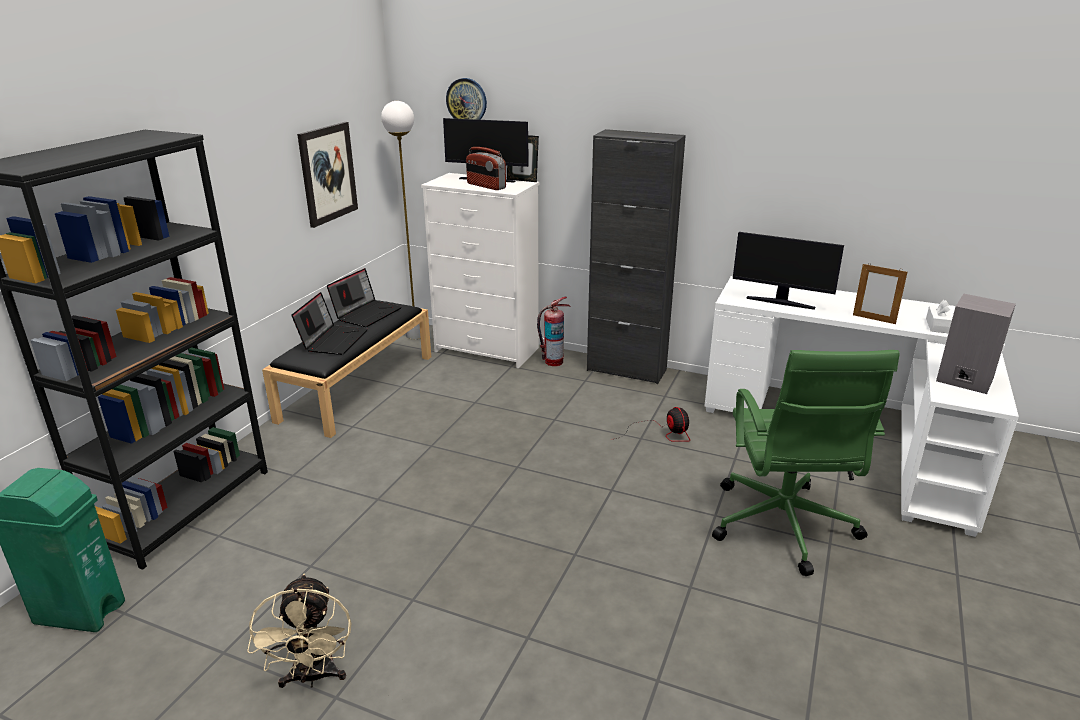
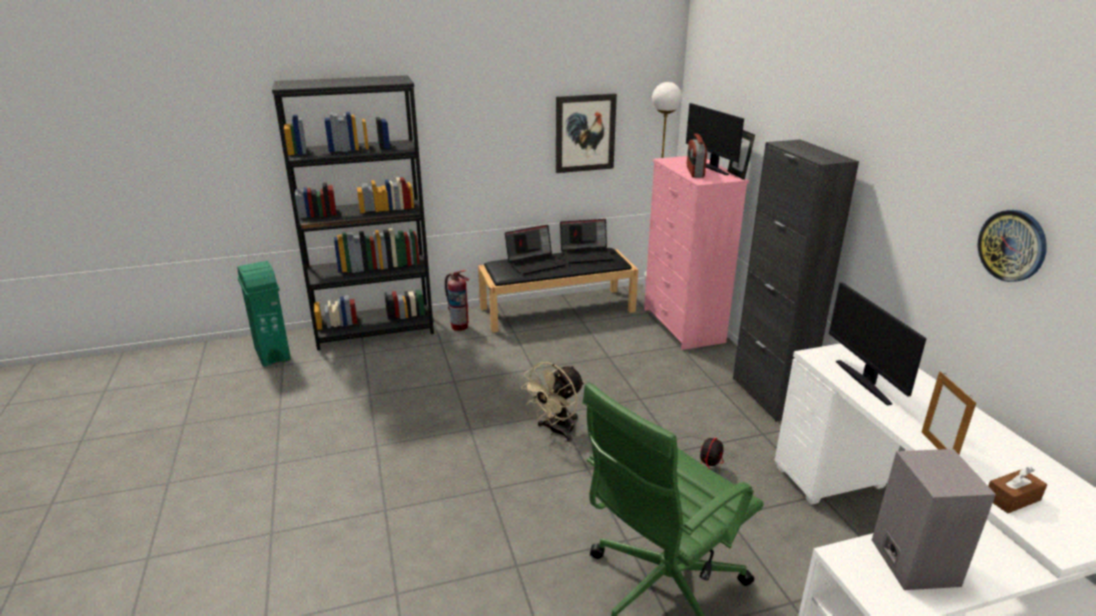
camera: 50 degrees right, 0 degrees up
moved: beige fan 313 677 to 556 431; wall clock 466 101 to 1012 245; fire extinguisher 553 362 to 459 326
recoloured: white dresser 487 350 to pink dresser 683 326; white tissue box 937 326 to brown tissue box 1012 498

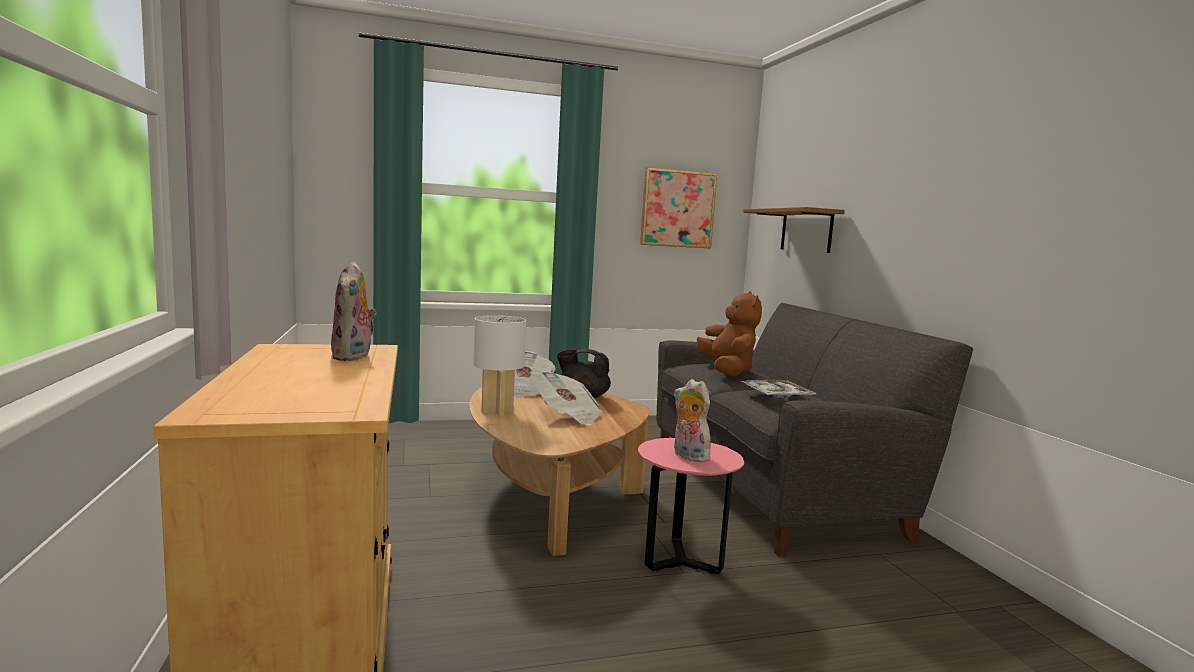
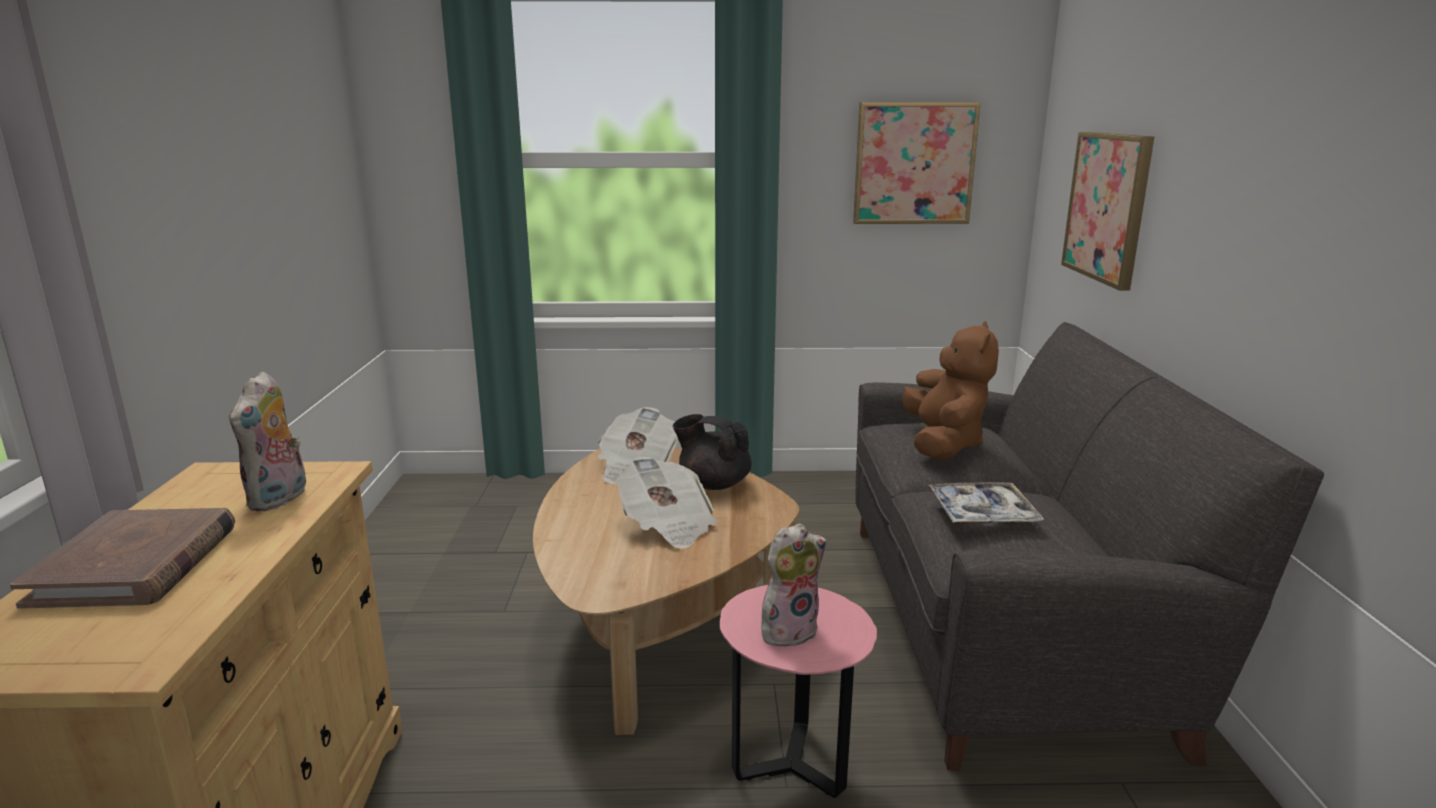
camera: 15 degrees right, 10 degrees up
removed: white table lamp 497 411
added: brown book 136 565
replaced: shelf 806 231 to picture 1108 207
turned: plush toy 688 456 = 789 630 90 degrees clockwise

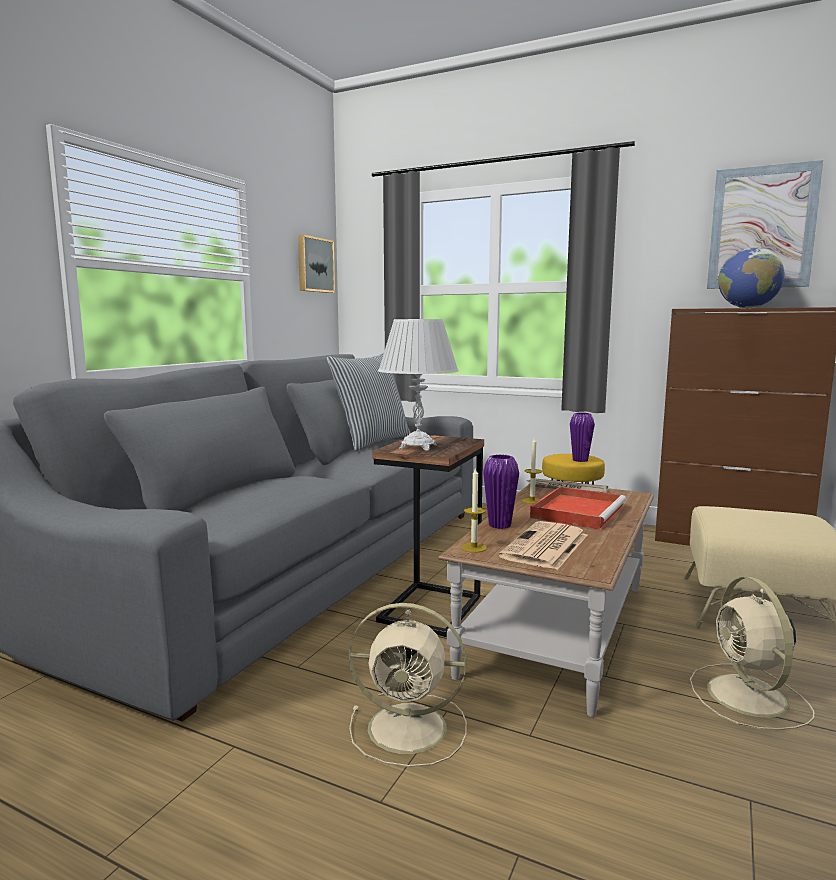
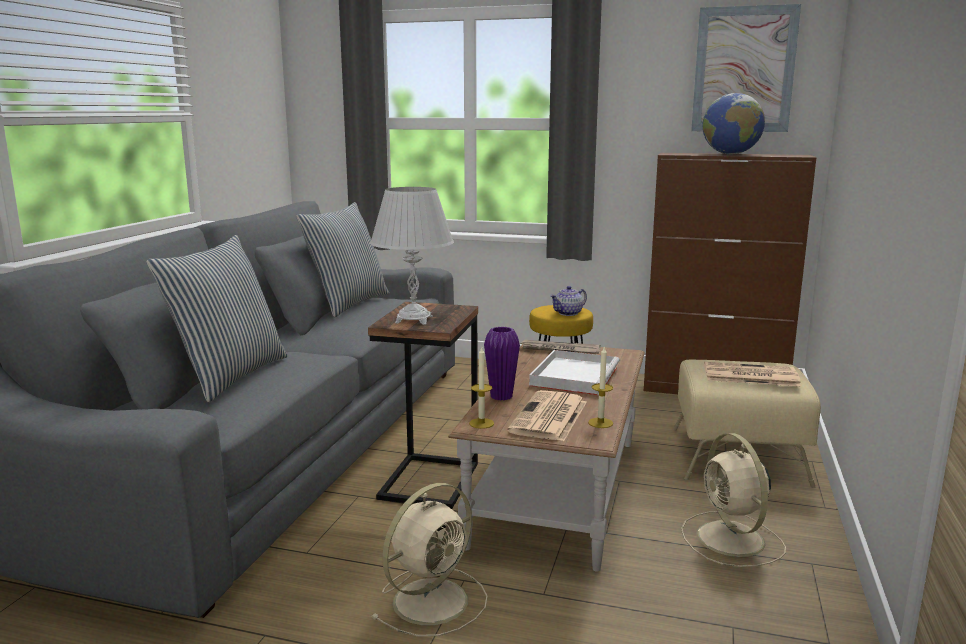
camera: 10 degrees left, 5 degrees up
removed: picture 314 265
added: pillow 229 376; newspaper 749 375
moved: candle 532 501 to 600 423
replaced: purple vase 580 460 to teapot 568 313
recoloured: red tray 578 511 to white tray 574 376
turned: beige fan 411 728 = 433 599 45 degrees counterclockwise

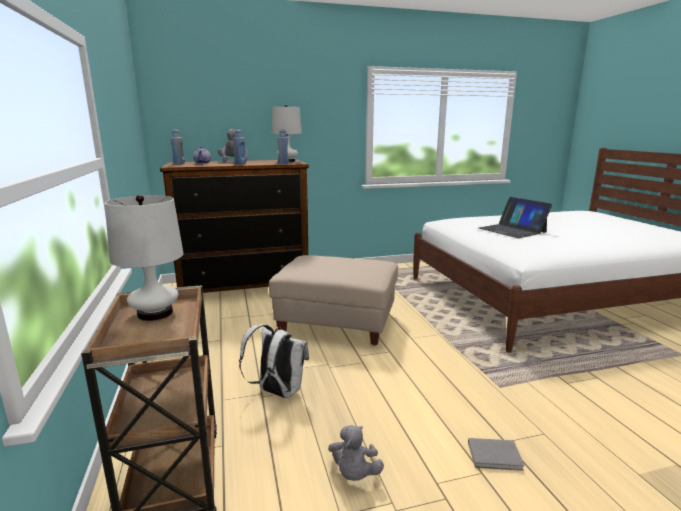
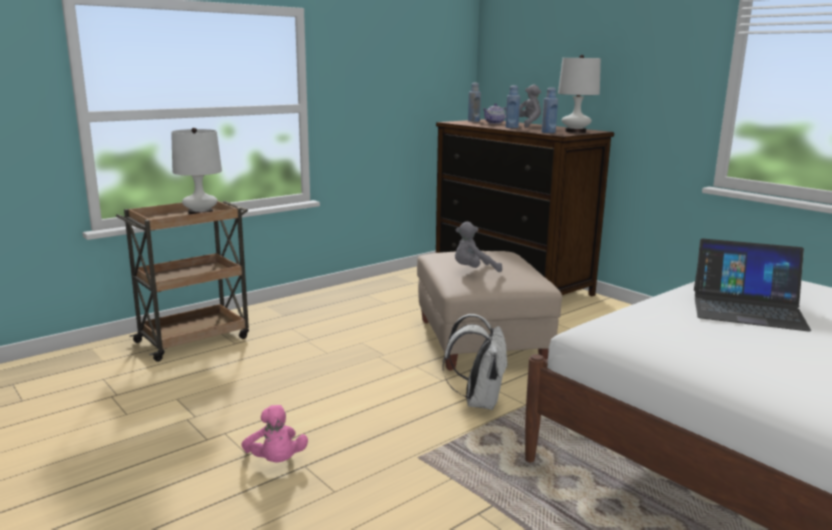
camera: 65 degrees right, 0 degrees up
moved: white backpack 277 392 to 478 401; grey plush toy 354 473 to 474 270
replaced: grey book 496 456 to pink plush toy 276 461
turned: laptop 512 230 = 747 309 105 degrees counterclockwise

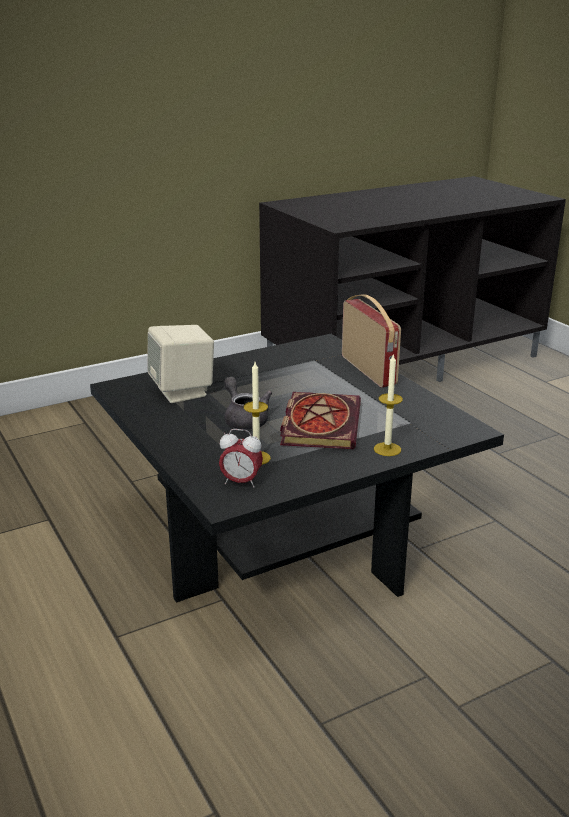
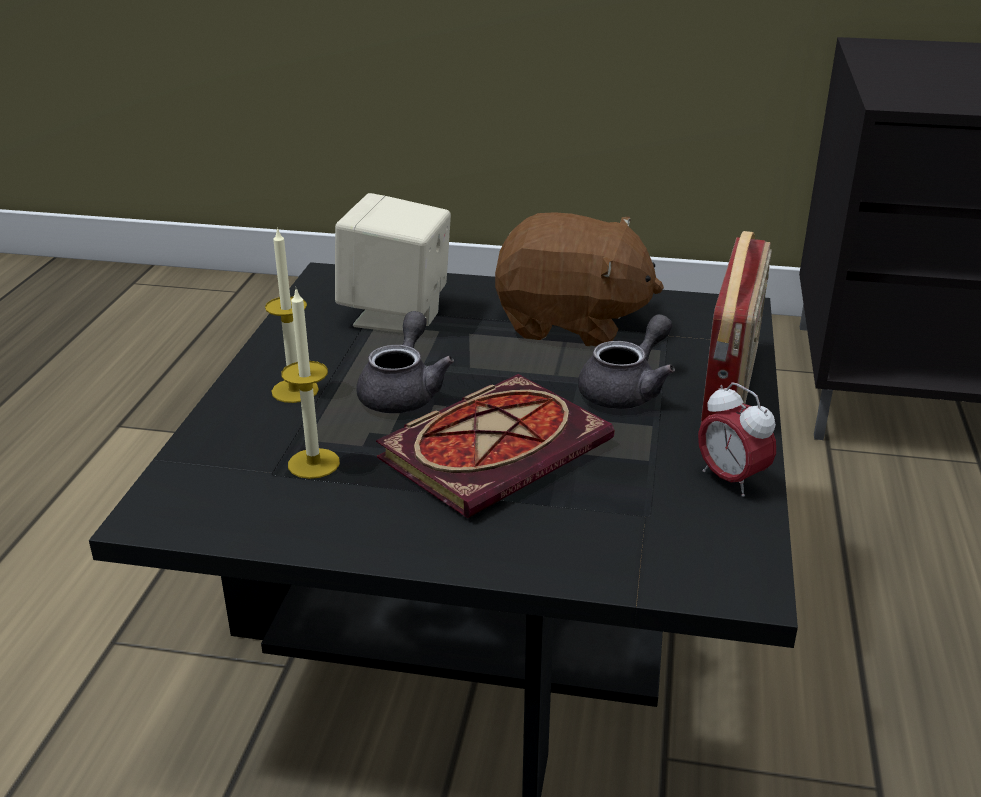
camera: 40 degrees right, 5 degrees up
added: brown plush toy 571 324; grey teapot 627 390
moved: alarm clock 241 482 to 730 479; candle 387 449 to 295 390

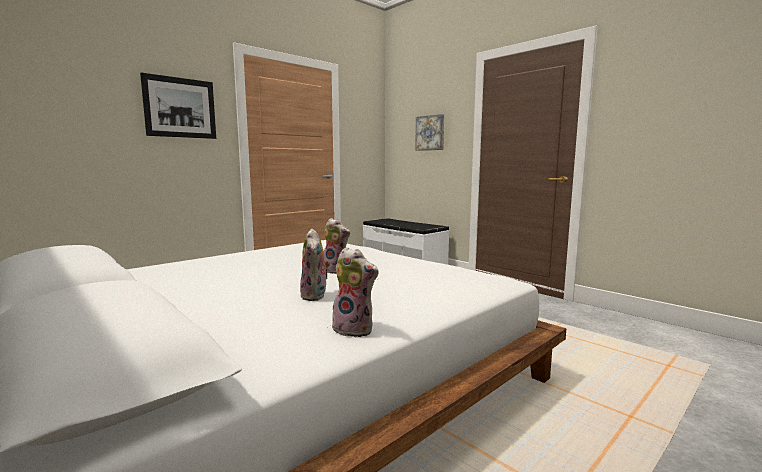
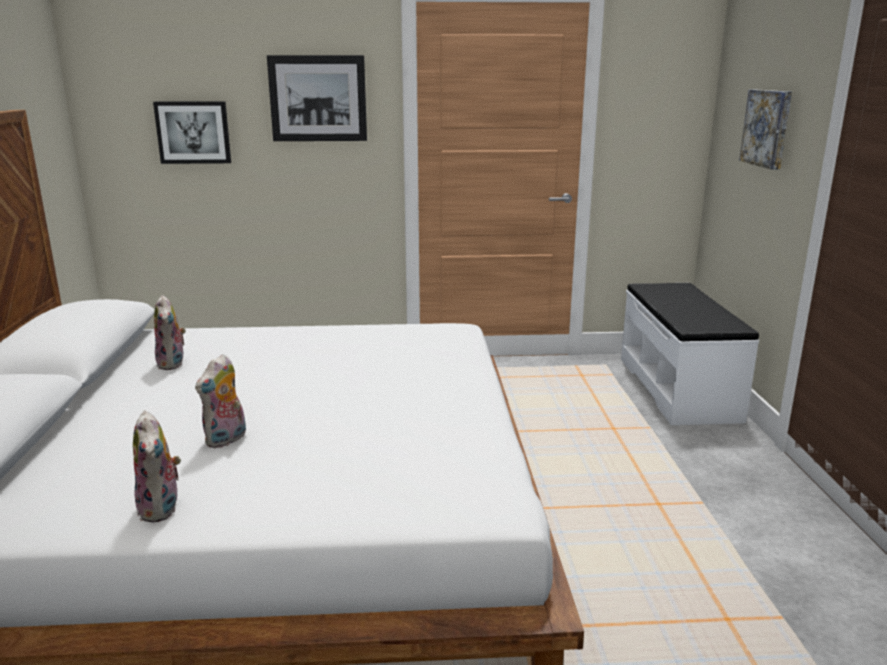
camera: 40 degrees right, 10 degrees up
added: picture 193 132
moved: plush toy 336 271 to 173 364

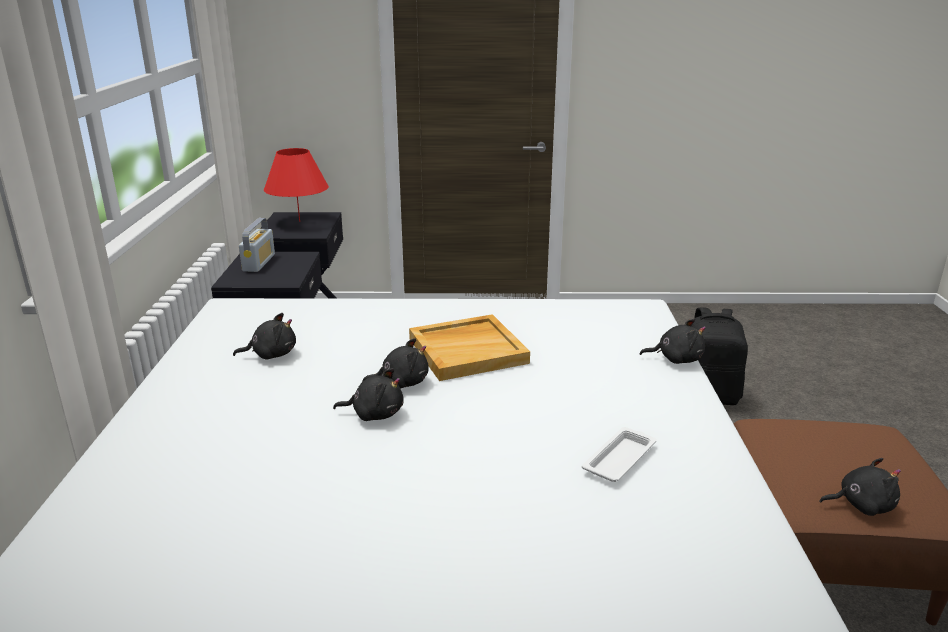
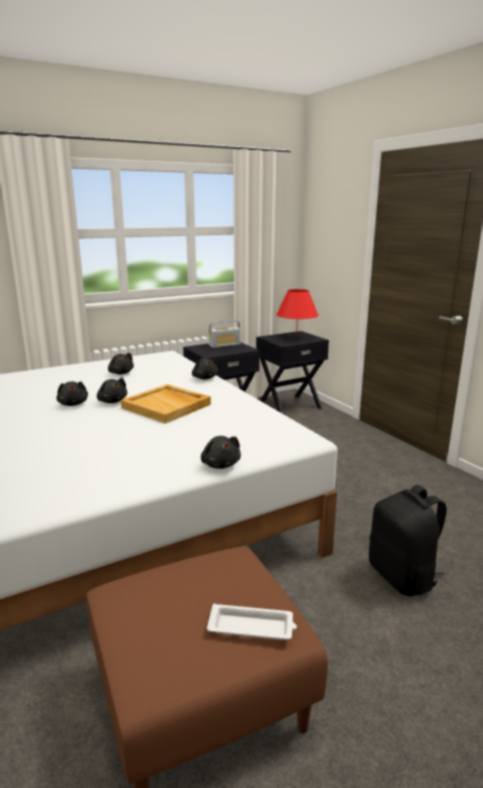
camera: 60 degrees right, 5 degrees down
moved: white tray 620 459 to 252 627; black plush toy 861 505 to 204 378

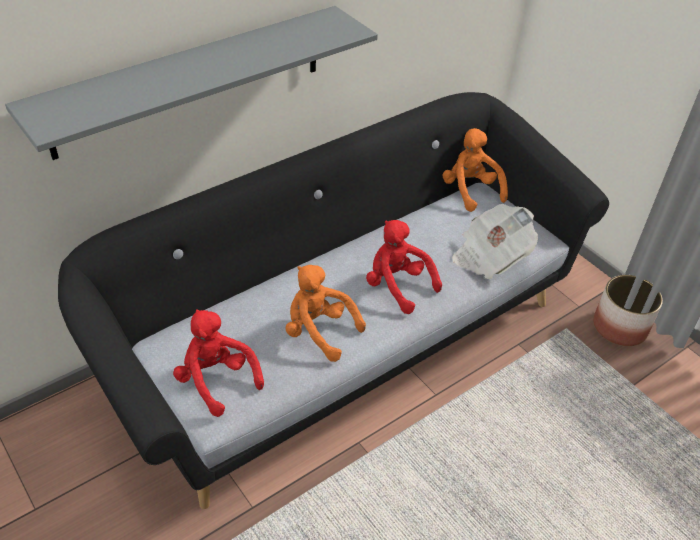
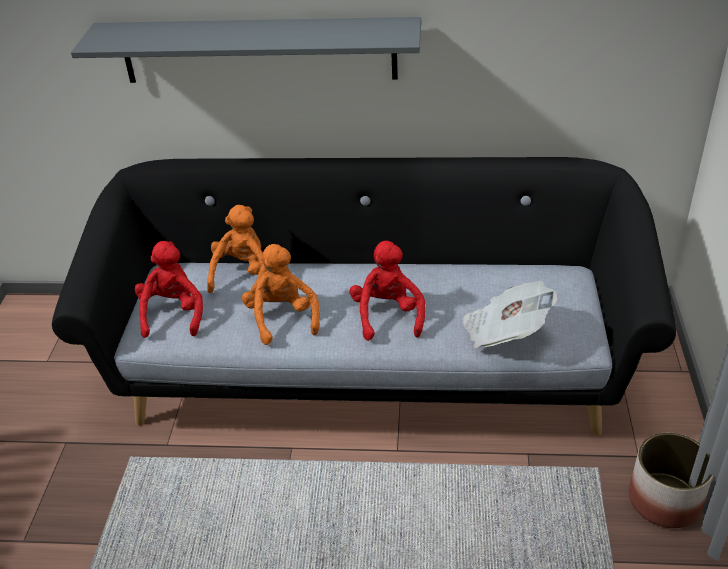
camera: 45 degrees right, 5 degrees down
moved: orange plush toy 470 191 to 242 276

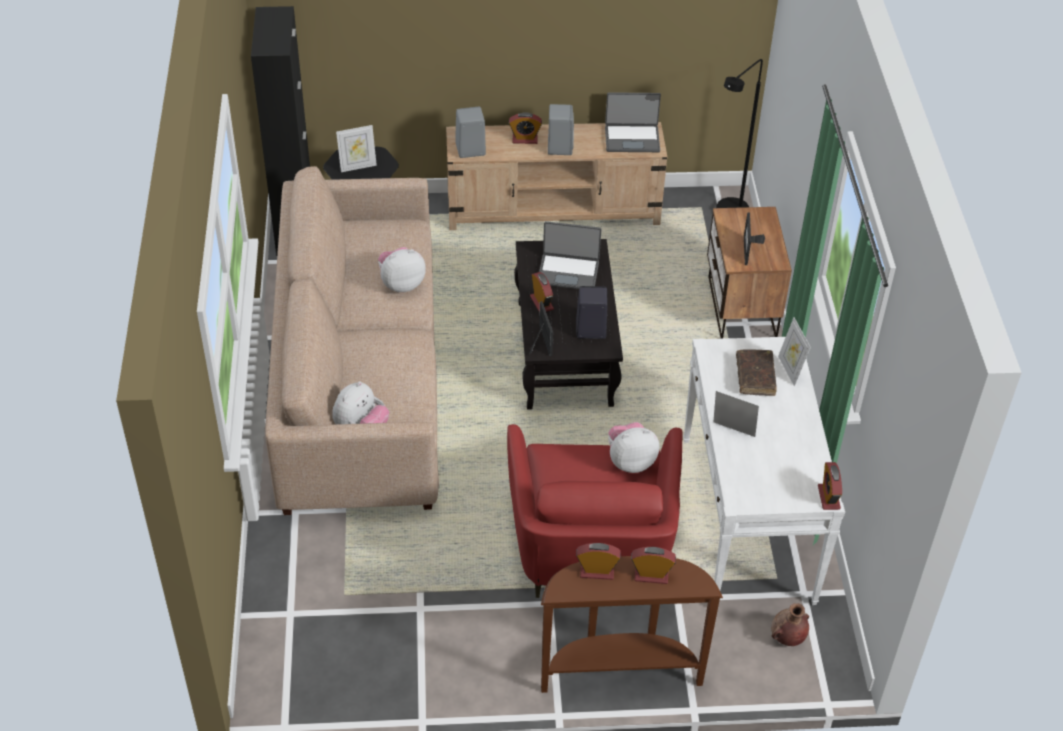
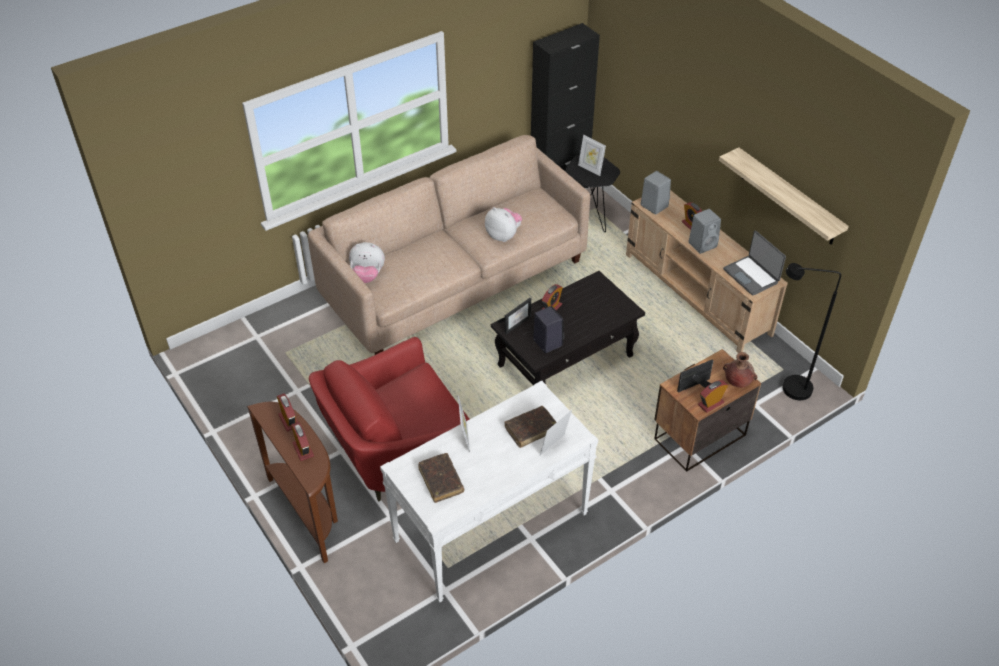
camera: 60 degrees right, 0 degrees up
removed: laptop 568 272; plush toy 630 461
added: brown book 441 481; shelf 788 197
moved: brown vase 787 637 to 737 382; alarm clock 828 497 to 711 404

